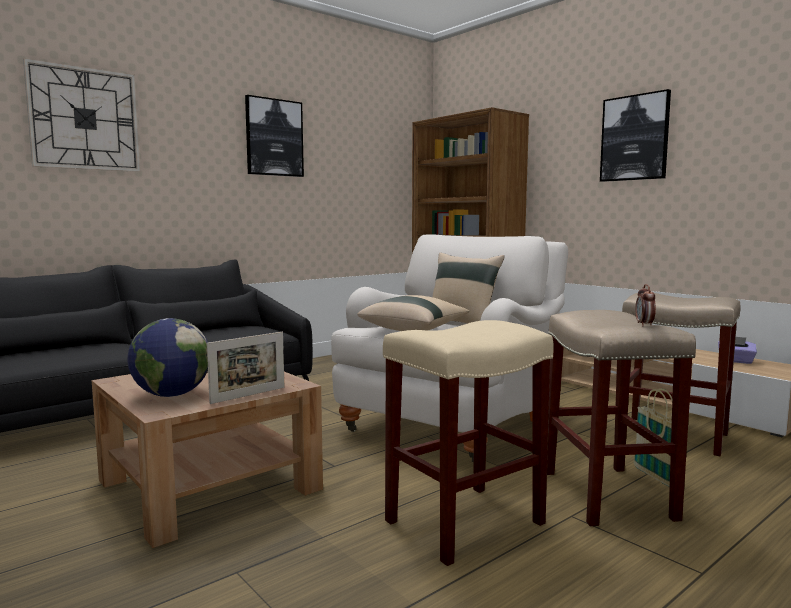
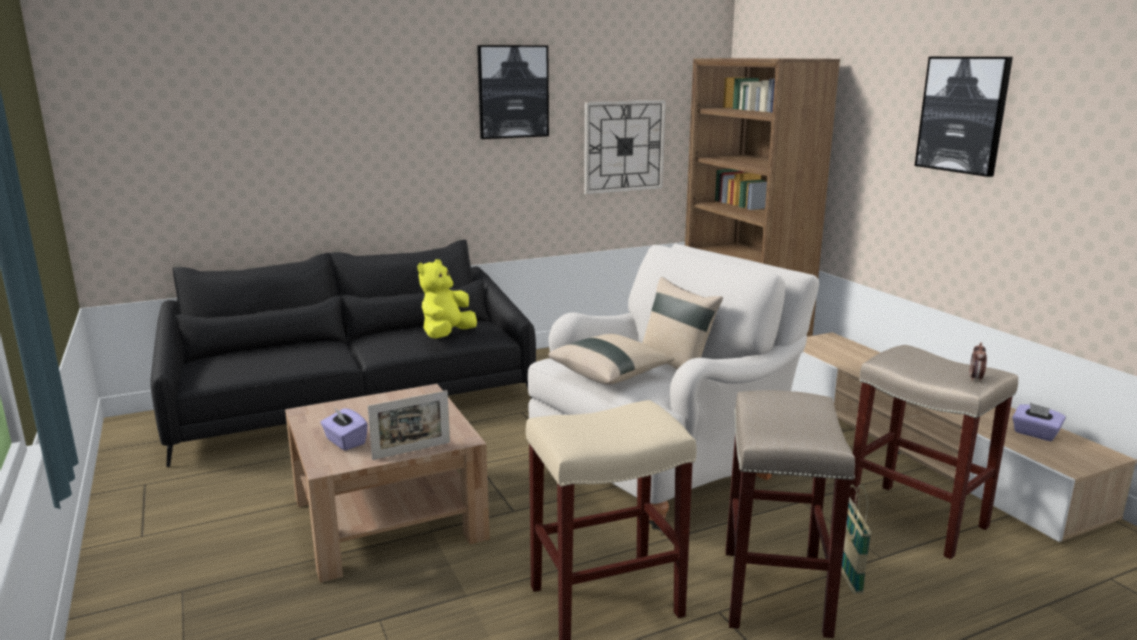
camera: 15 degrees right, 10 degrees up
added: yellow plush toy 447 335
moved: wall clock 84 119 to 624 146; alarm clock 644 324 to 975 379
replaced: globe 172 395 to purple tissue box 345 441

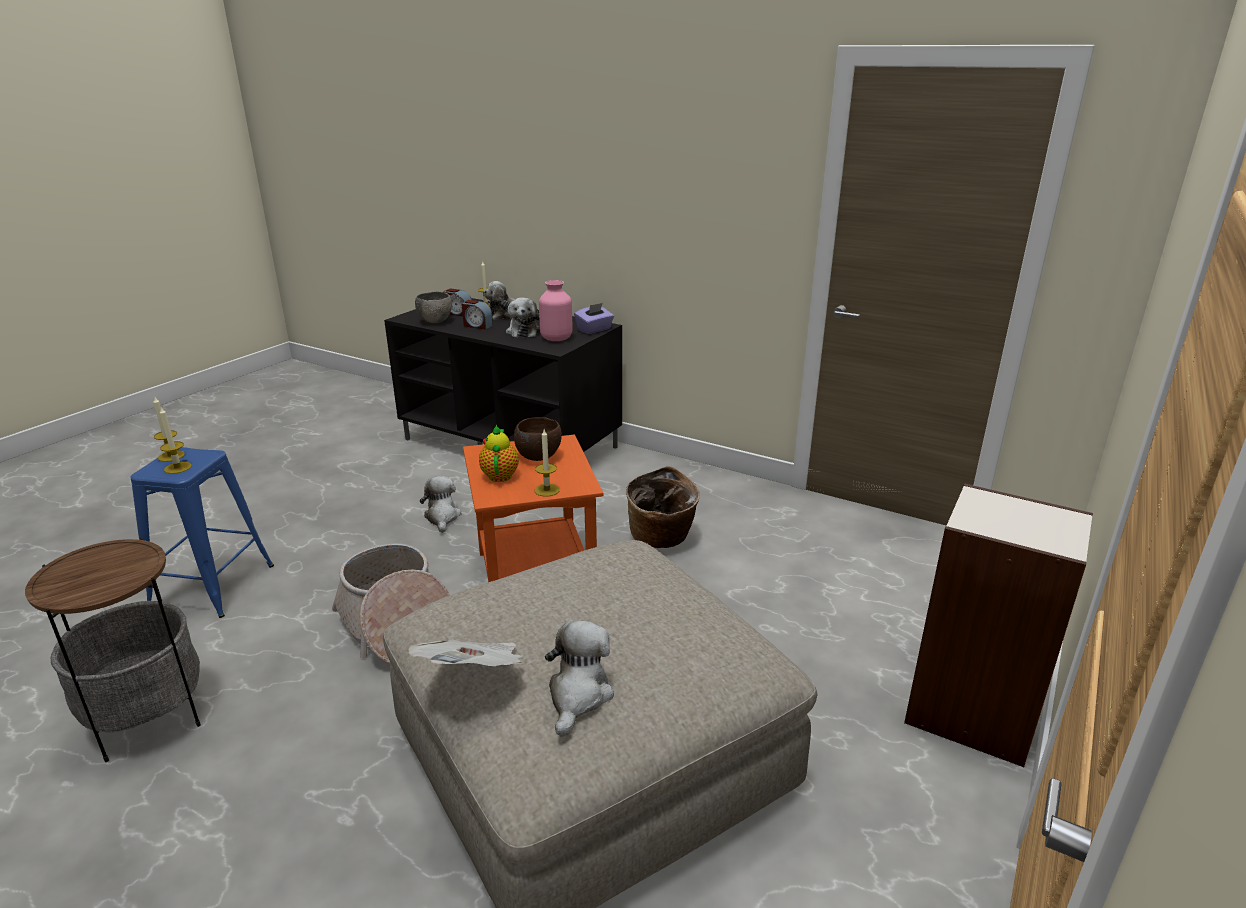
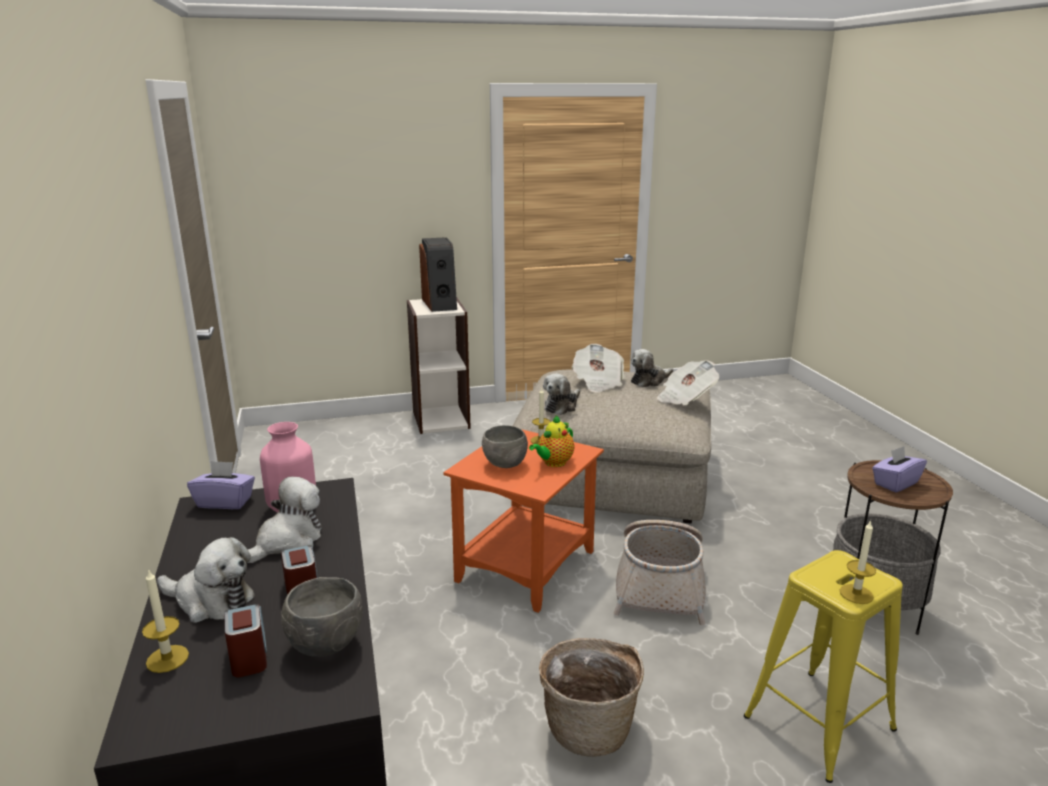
camera: 135 degrees left, 5 degrees down
removed: candle 178 468
added: speaker 440 304; newspaper 597 382; purple tissue box 895 483
moved: plush toy 442 517 to 562 406; basket 661 539 to 589 727
recoloured: blue stool 212 586 to yellow stool 819 723; brown bowl 538 456 to grey bowl 505 464

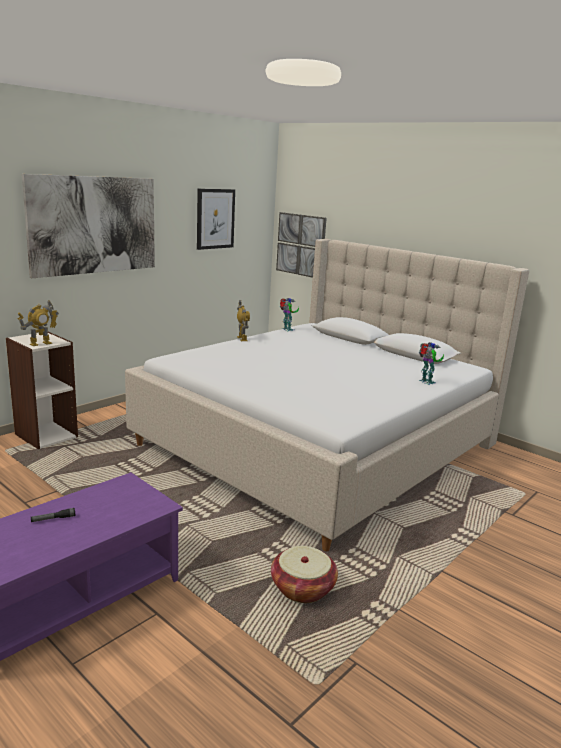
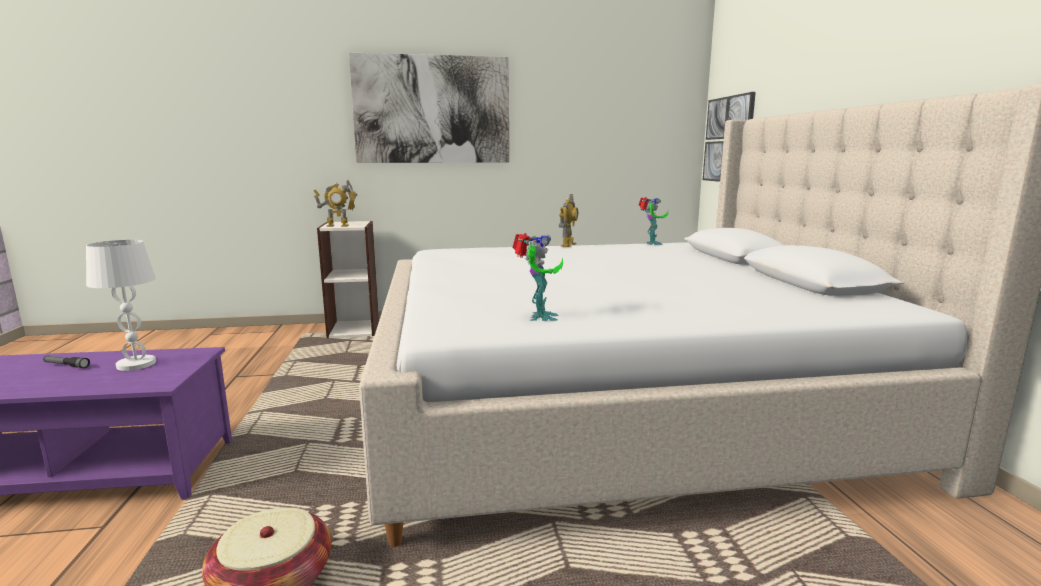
camera: 40 degrees right, 5 degrees down
removed: picture 215 219
added: white table lamp 136 364
moved: toy robot 426 382 to 539 317

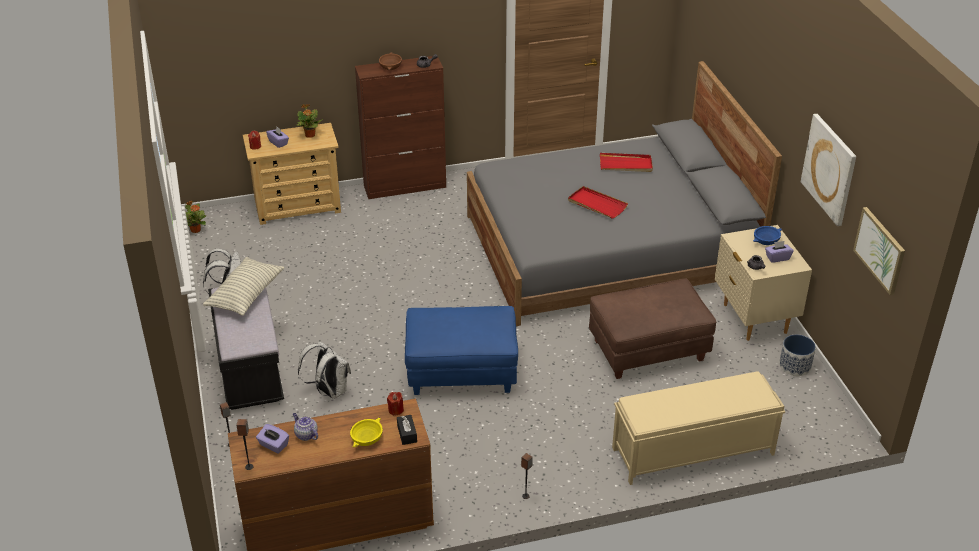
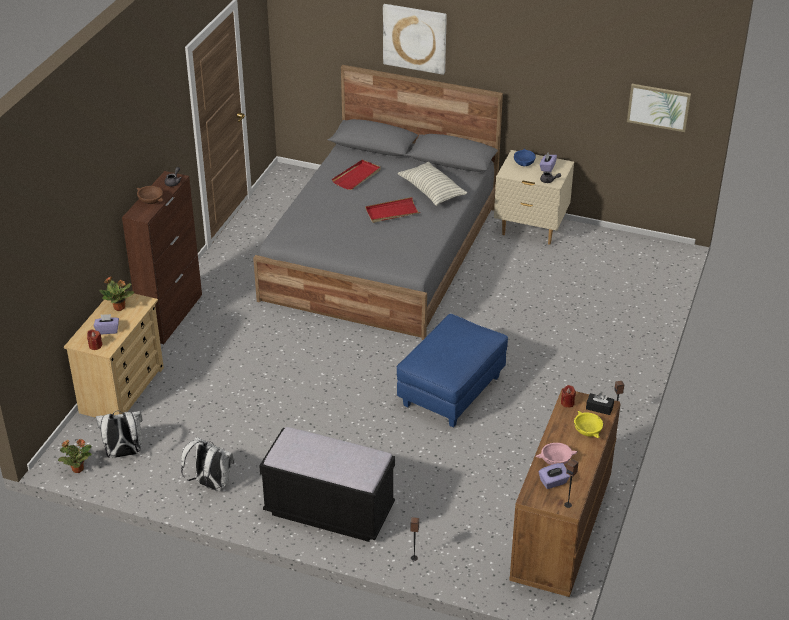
camera: 55 degrees left, 0 degrees up
removed: brown ottoman 648 351; beige bench 691 451; planter 794 366
moved: pillow 245 295 to 432 191; white backpack 329 391 to 124 453; picture 829 169 to 415 38
replaced: teapot 306 435 to pink bowl 555 460

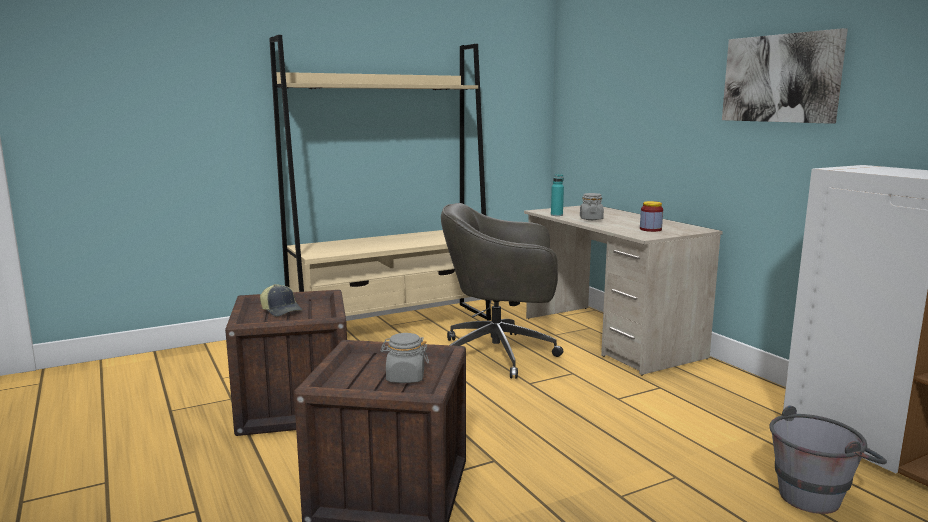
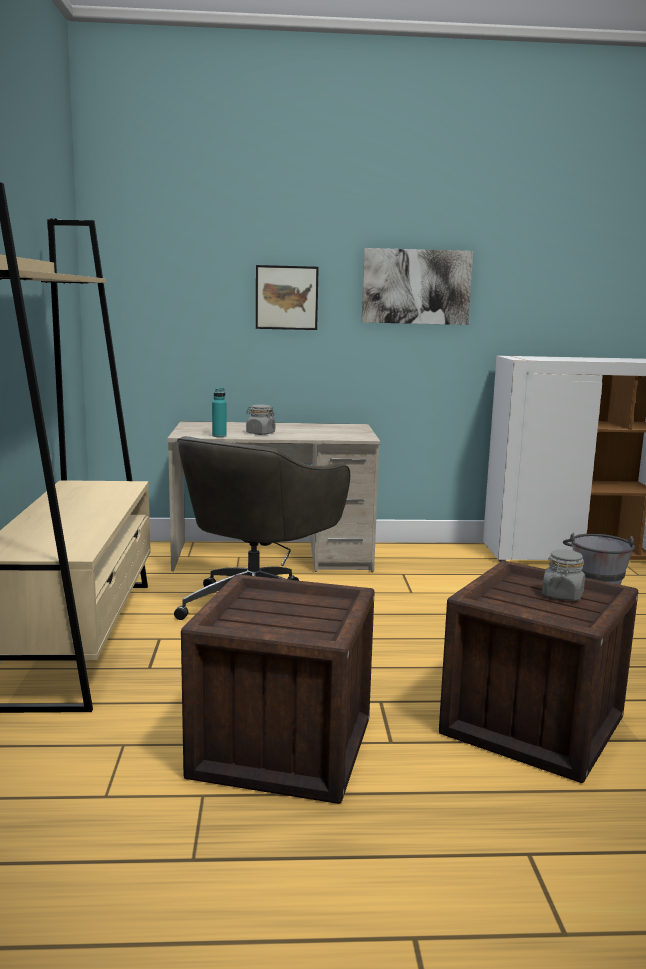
camera: 65 degrees left, 0 degrees up
removed: cap 281 310; jar 650 229
added: picture 286 297

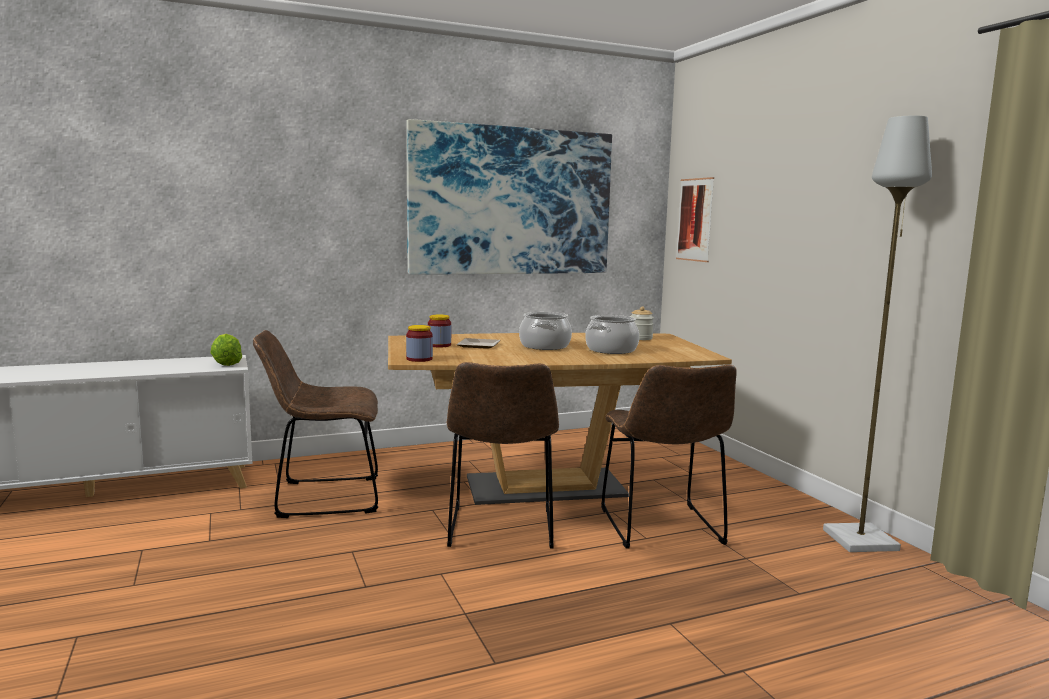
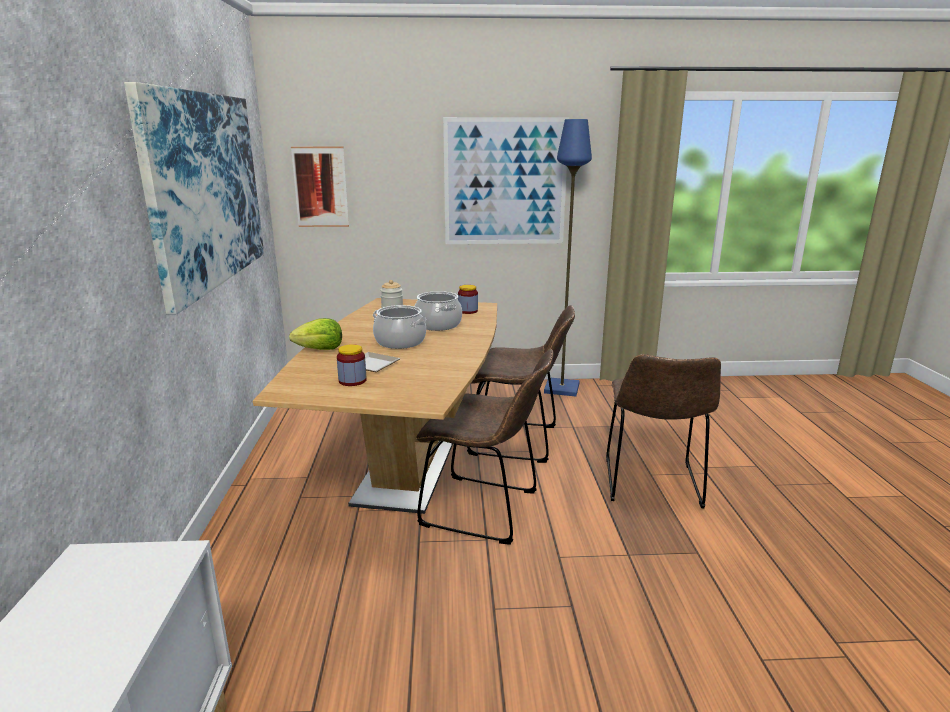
camera: 70 degrees left, 10 degrees up
added: picture 505 182
moved: lettuce 226 363 to 320 349; brown chair 322 498 to 652 485; jar 419 359 to 467 311
recoloured: grey floor lamp 860 539 to blue floor lamp 561 388

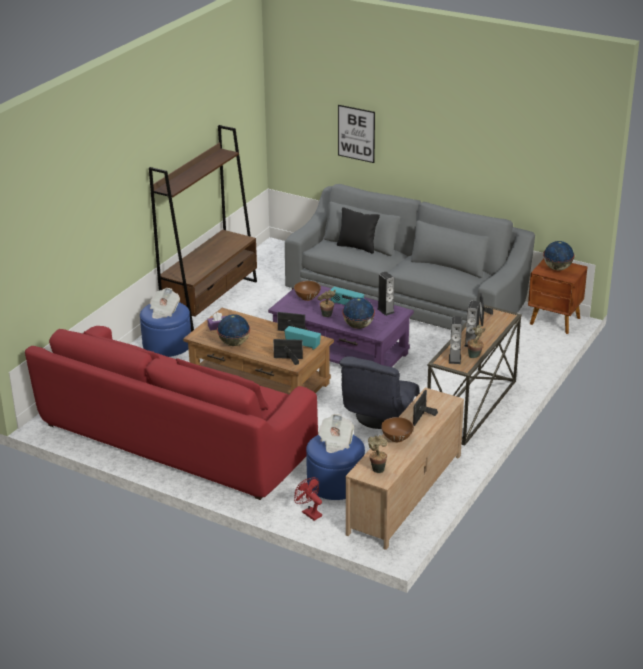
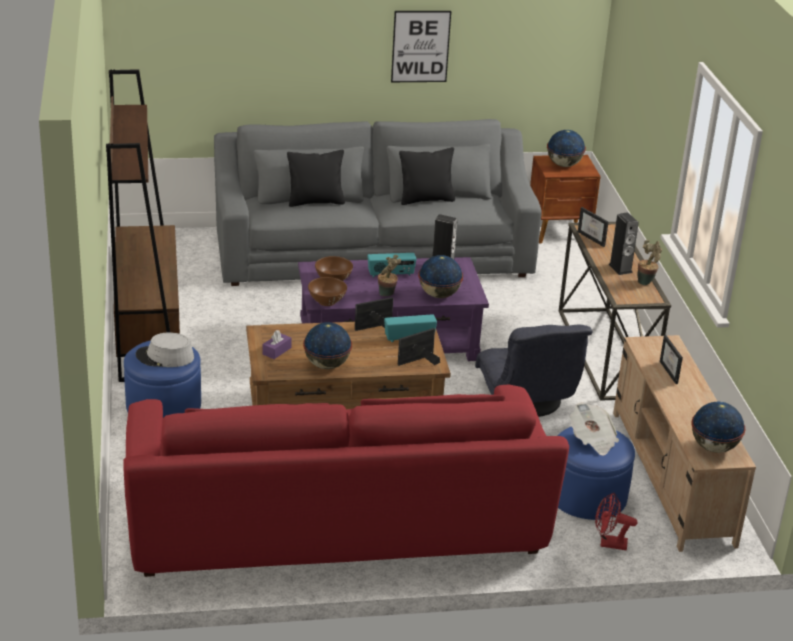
camera: 40 degrees left, 0 degrees up
removed: speaker 454 359
added: black pillow 426 199
moved: picture 356 133 to 420 46; brown bowl 397 438 to 326 301
replaced: newspaper 164 311 to grey hat 165 357; potted plant 377 469 to globe 713 447

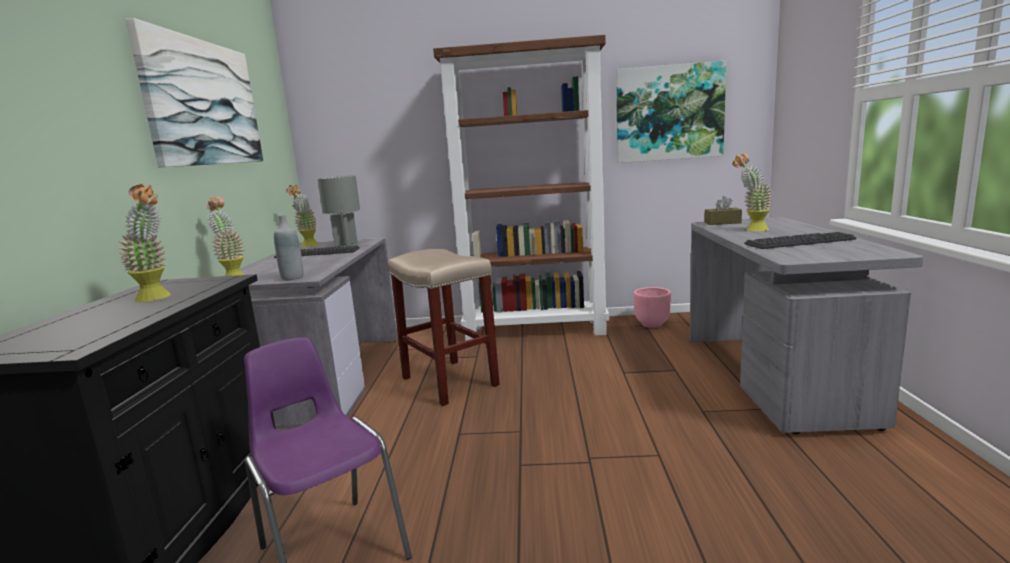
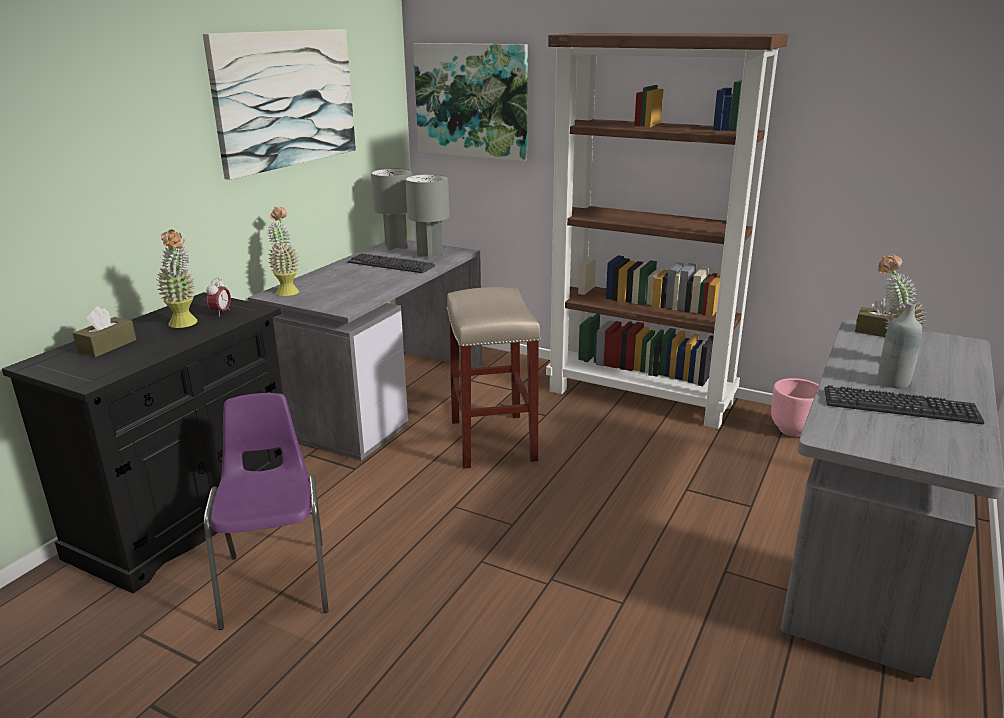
camera: 25 degrees right, 10 degrees up
added: brown tissue box 107 346; alarm clock 221 313
moved: grey bottle 292 278 to 893 382; picture 669 113 to 472 101
replaced: potted plant 308 246 to grey table lamp 395 246

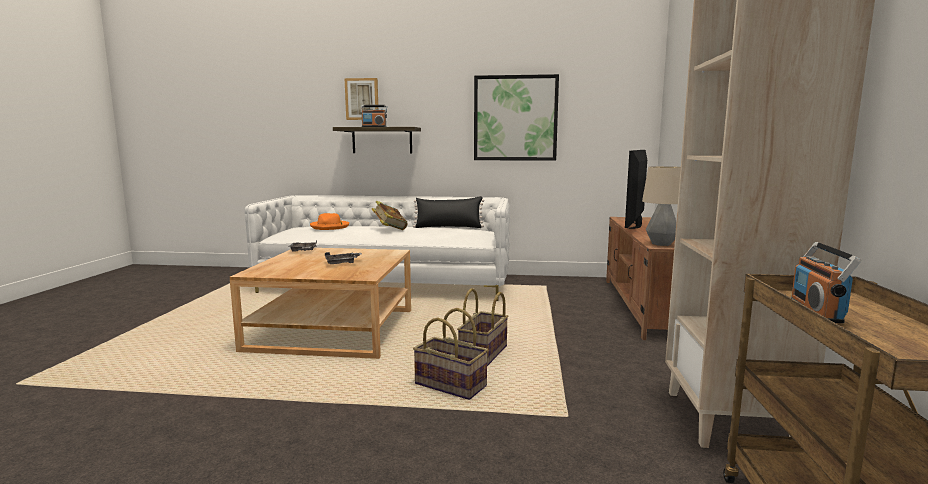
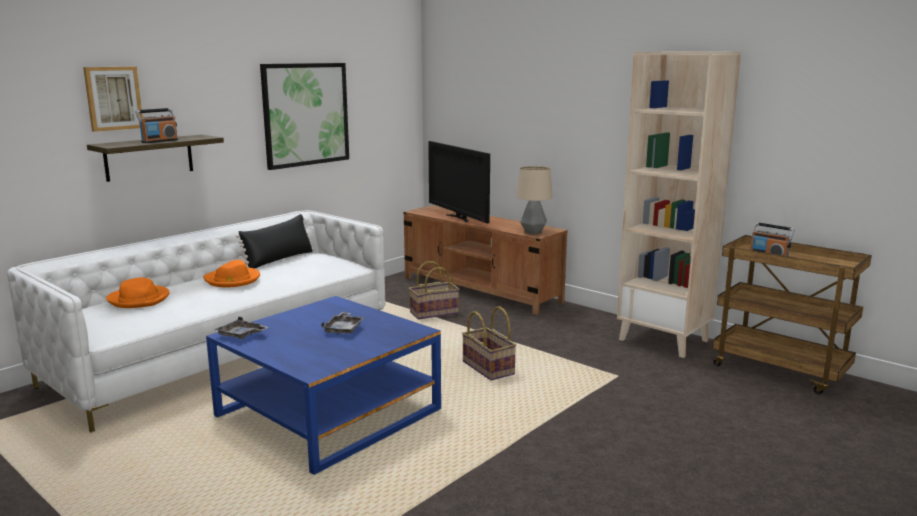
camera: 55 degrees left, 5 degrees up
moved: basket 451 384 to 434 312
replaced: book 389 229 to orange hat 232 280
recoloured: beige coffee table 333 329 to blue coffee table 328 412

